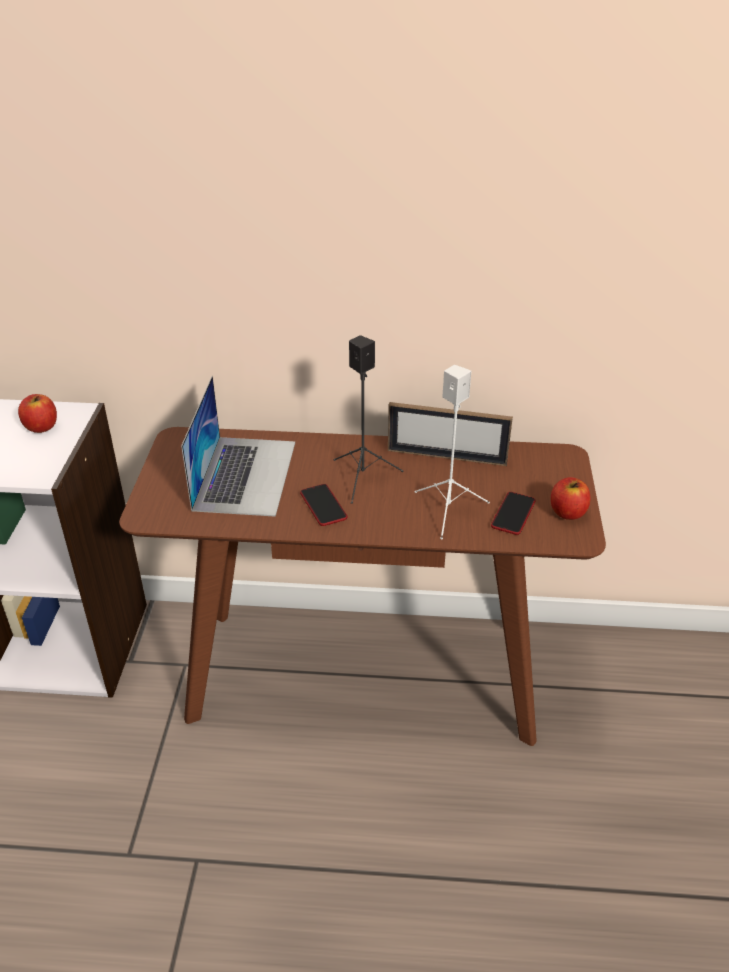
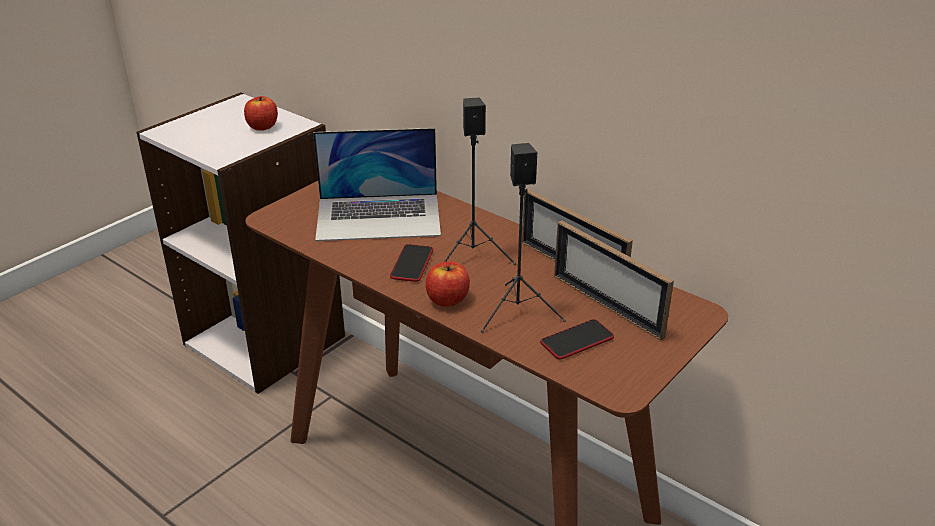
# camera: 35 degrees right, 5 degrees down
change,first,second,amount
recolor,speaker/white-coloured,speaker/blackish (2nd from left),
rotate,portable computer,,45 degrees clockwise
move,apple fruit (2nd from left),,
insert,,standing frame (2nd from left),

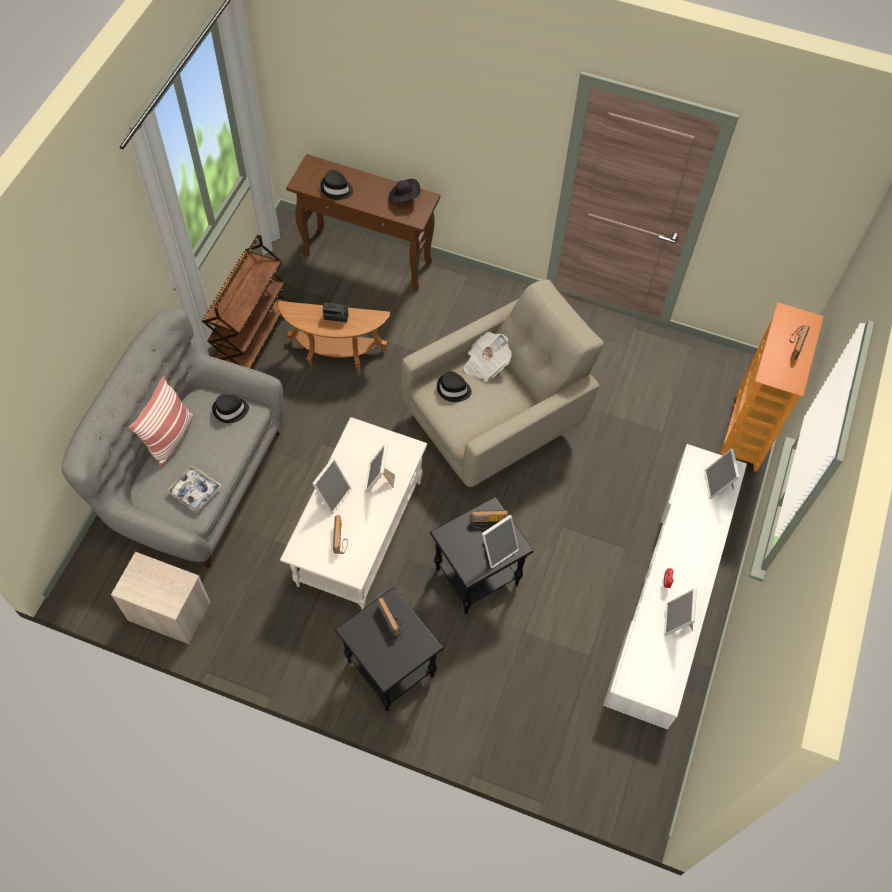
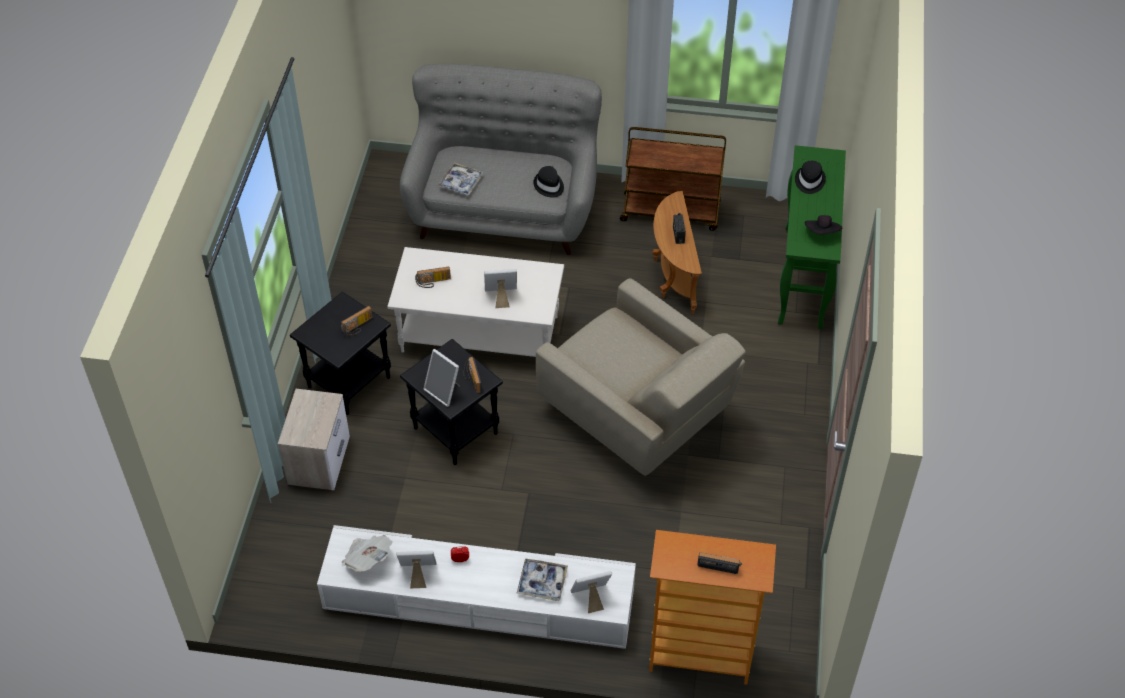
# camera: 80 degrees right, 10 degrees down
change,first,second,amount
recolor,console table/brown,console table/green,
move,newspaper,,
delete,clothing hat/blackish (4th from left),,
delete,pillow,,
delete,standing frame (1st from left),,
move,night table,,
insert,,serving tray (2nd from left),

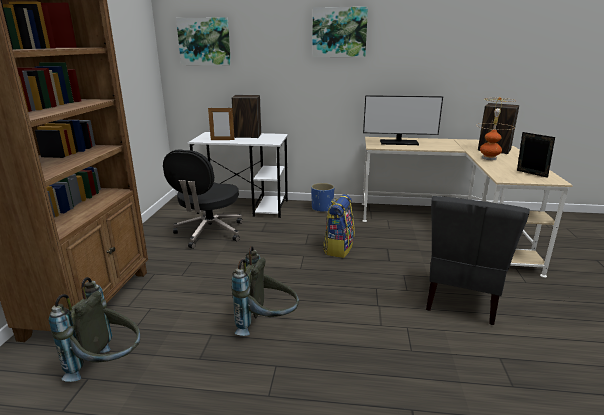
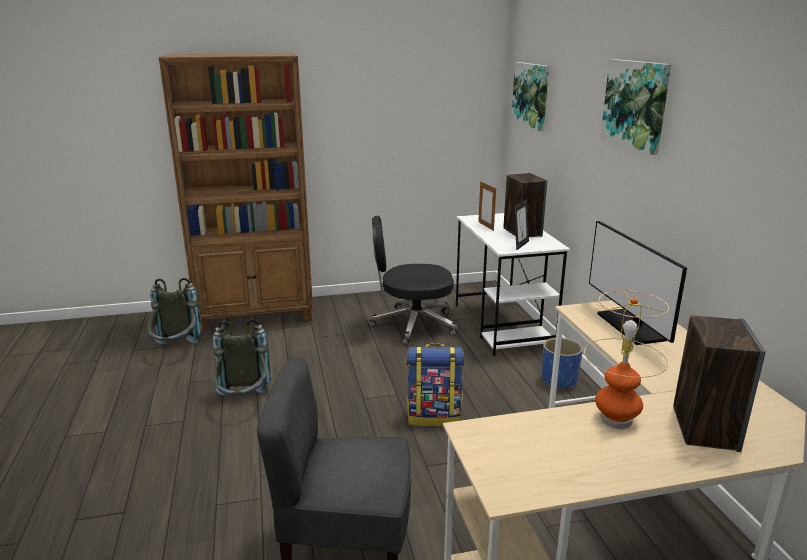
# camera: 70 degrees right, 0 degrees up
change,first,second,amount
move,standing frame (2nd from left),,

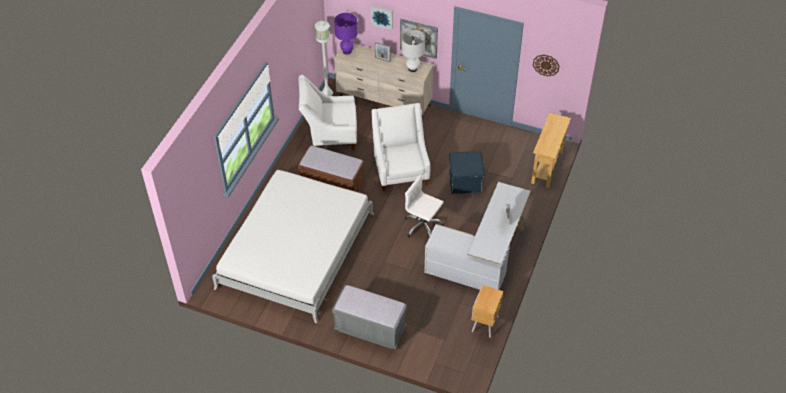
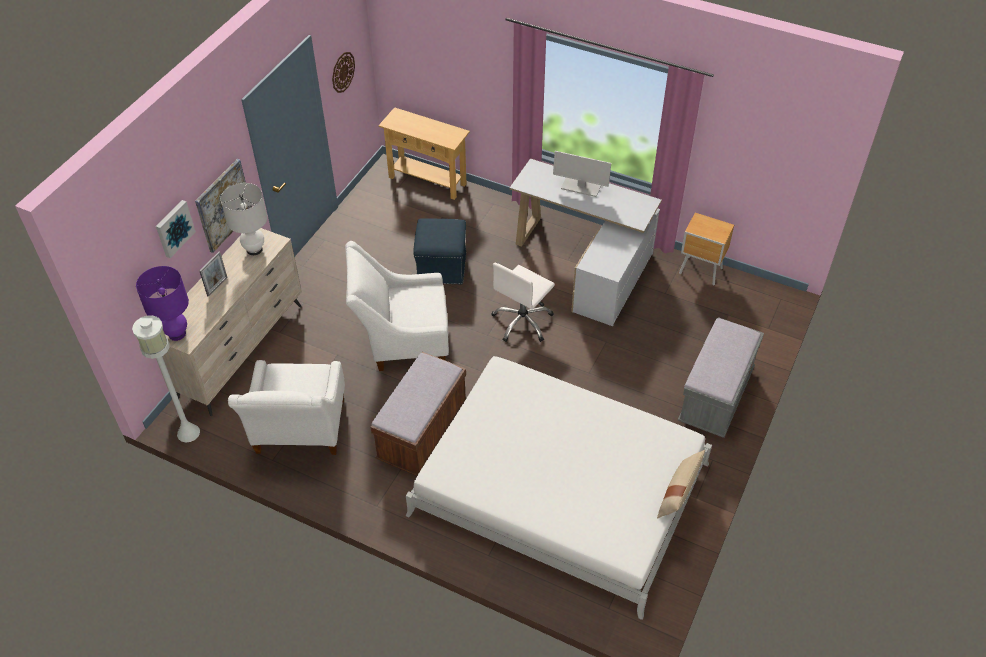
# camera: 85 degrees left, 0 degrees up
change,first,second,amount
insert,,pillow/sand-coloured,

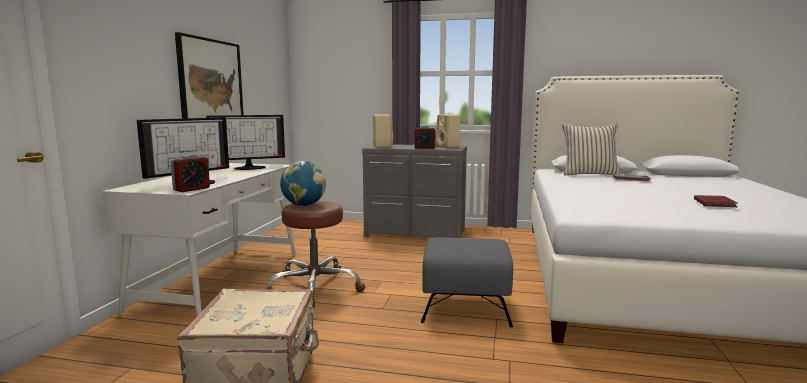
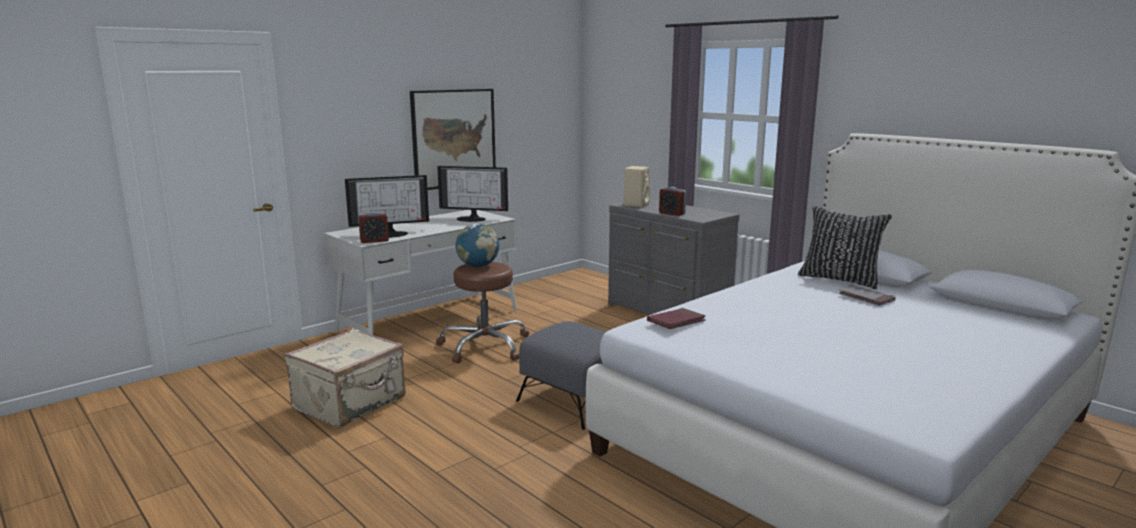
# camera: 35 degrees right, 5 degrees up
change,first,second,amount
delete,speaker/sand-coloured (2nd from left),,
recolor,pillow/sand-coloured,pillow/blackish,
move,bound book/red,,

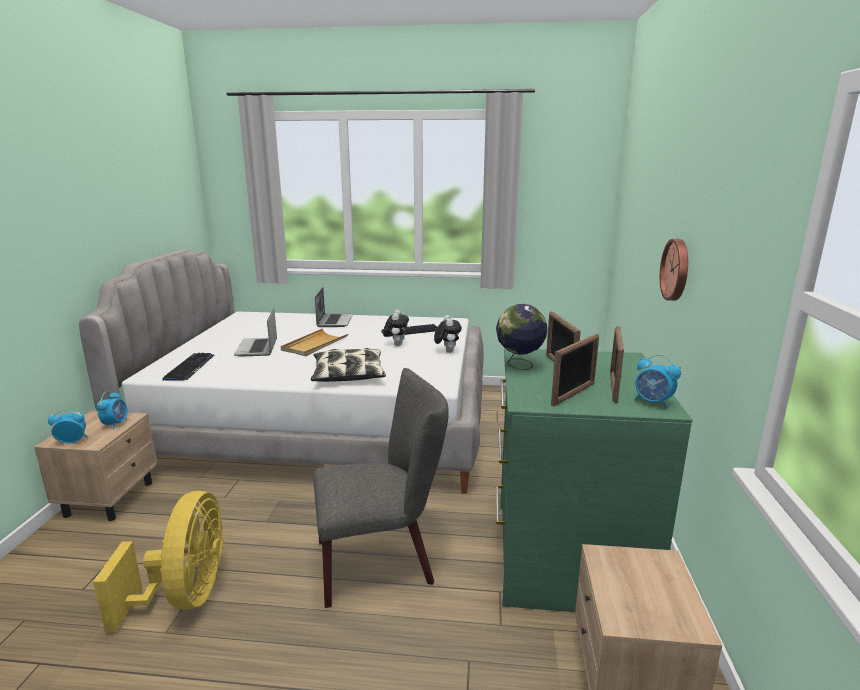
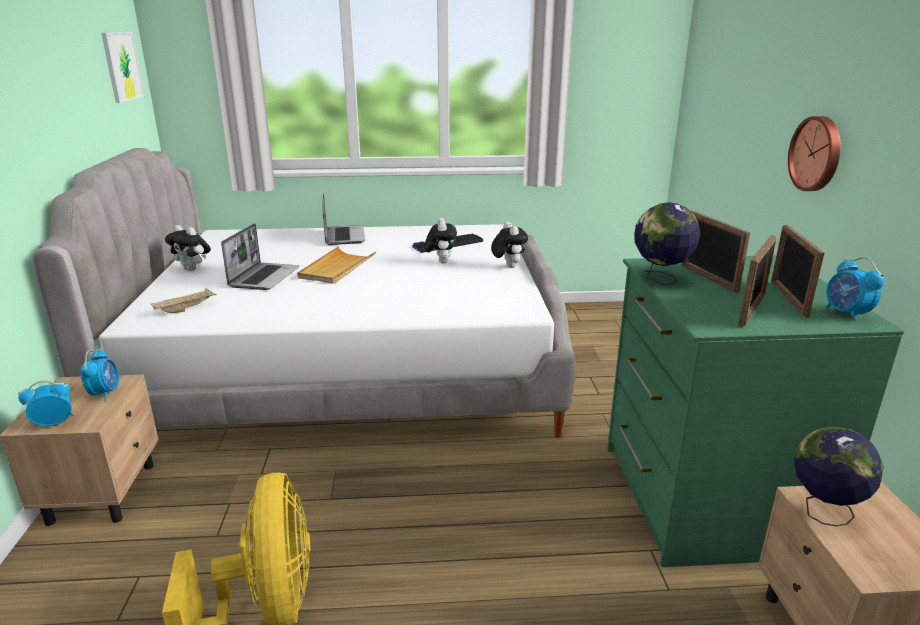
# camera: 10 degrees left, 5 degrees up
change,first,second,amount
rotate,portable computer (1st from left),,150 degrees counterclockwise
delete,pillow,,
replace,PC keyboard (1st from left),serving tray/sand-coloured (1st from left),
rotate,bedside clock (3rd from left),,45 degrees clockwise
delete,chair/gray,,
insert,,wall art,
insert,,soft toy (1st from left),
insert,,globe (2nd from left),

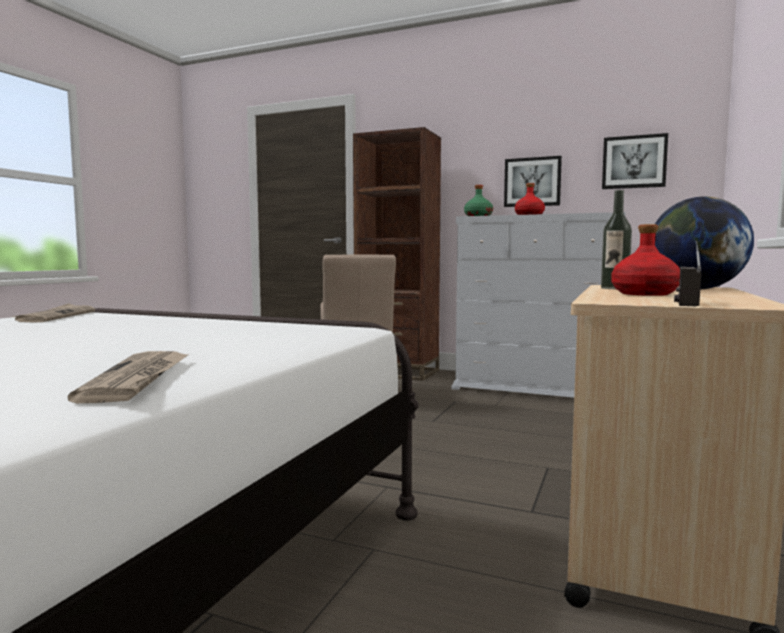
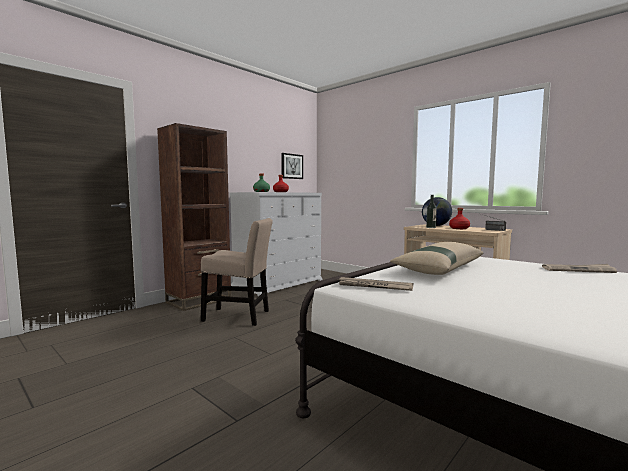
# camera: 70 degrees left, 0 degrees up
change,first,second,amount
delete,wall art (1st from left),,
insert,,pillow/sand-coloured,

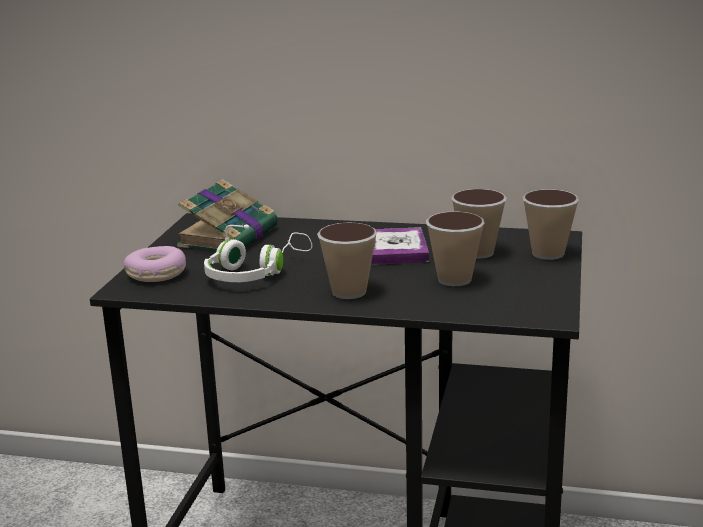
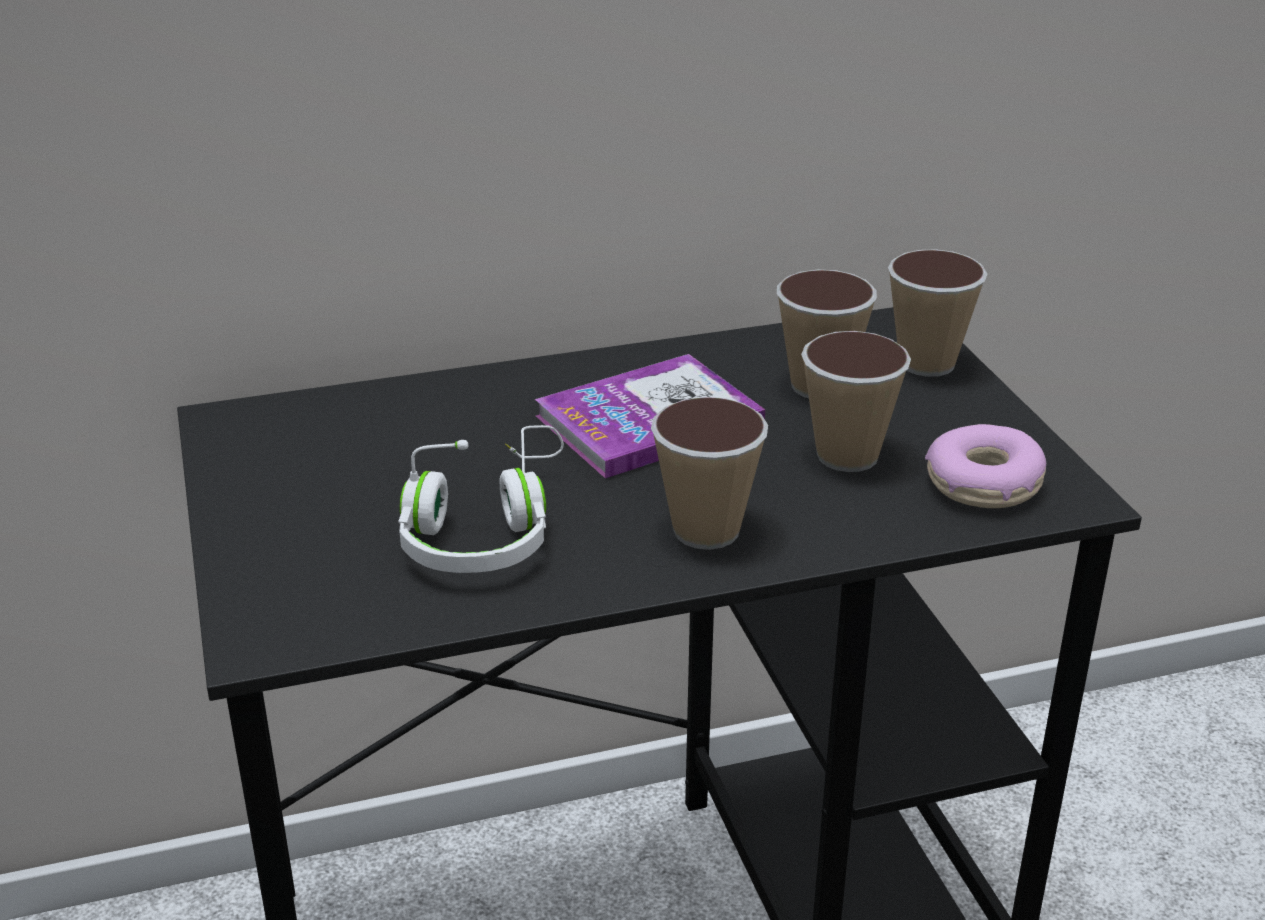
# camera: 30 degrees left, 10 degrees up
change,first,second,amount
delete,bound book (1st from left),,
move,doughnut,,

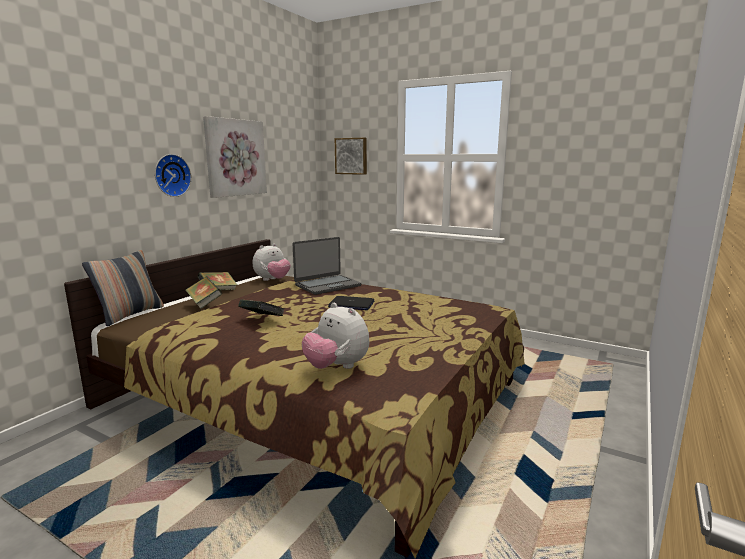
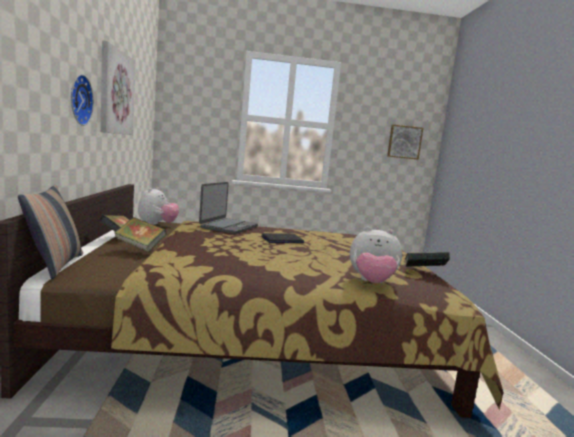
# camera: 35 degrees left, 5 degrees down
change,first,second,amount
move,wall art (2nd from left),,
move,bound book (3rd from left),,

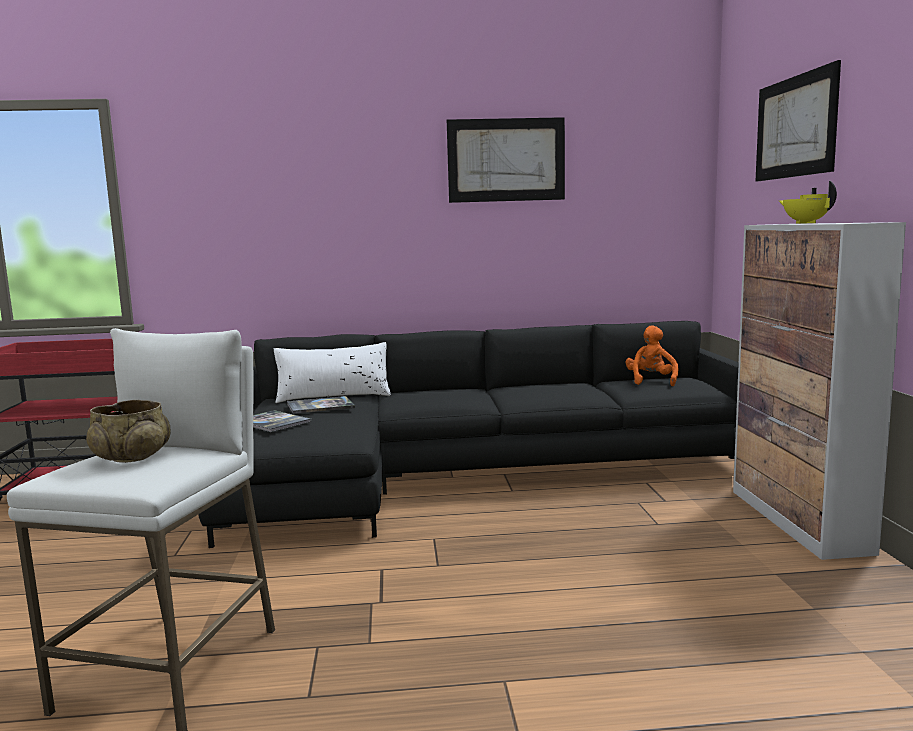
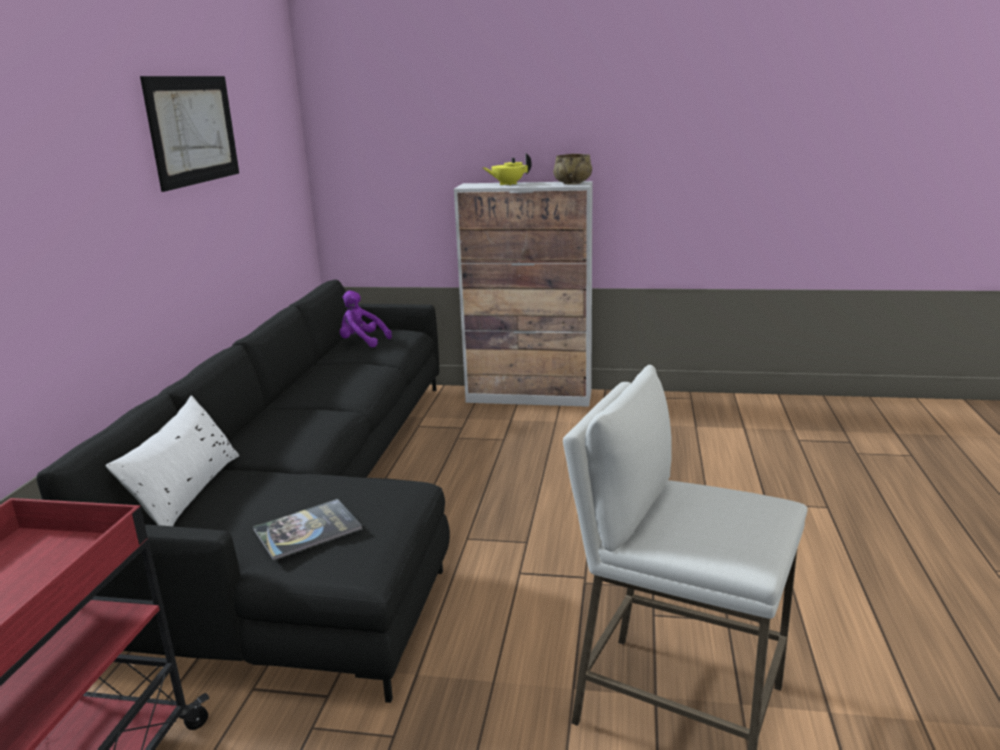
# camera: 75 degrees left, 10 degrees up
change,first,second,amount
delete,wall art (2nd from left),,
recolor,soft toy/orange-coloured,soft toy/purplish,
delete,bound book (2nd from left),,
move,deep dish/sand-coloured,,

